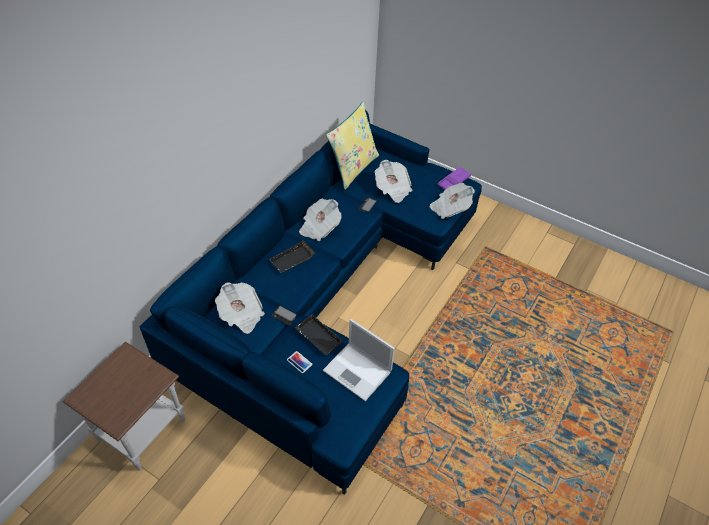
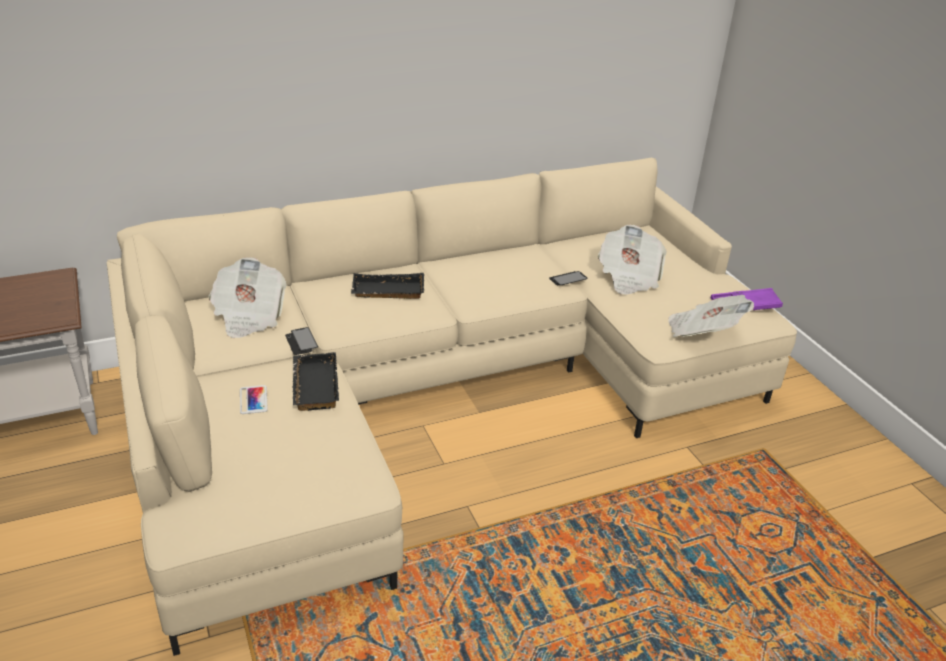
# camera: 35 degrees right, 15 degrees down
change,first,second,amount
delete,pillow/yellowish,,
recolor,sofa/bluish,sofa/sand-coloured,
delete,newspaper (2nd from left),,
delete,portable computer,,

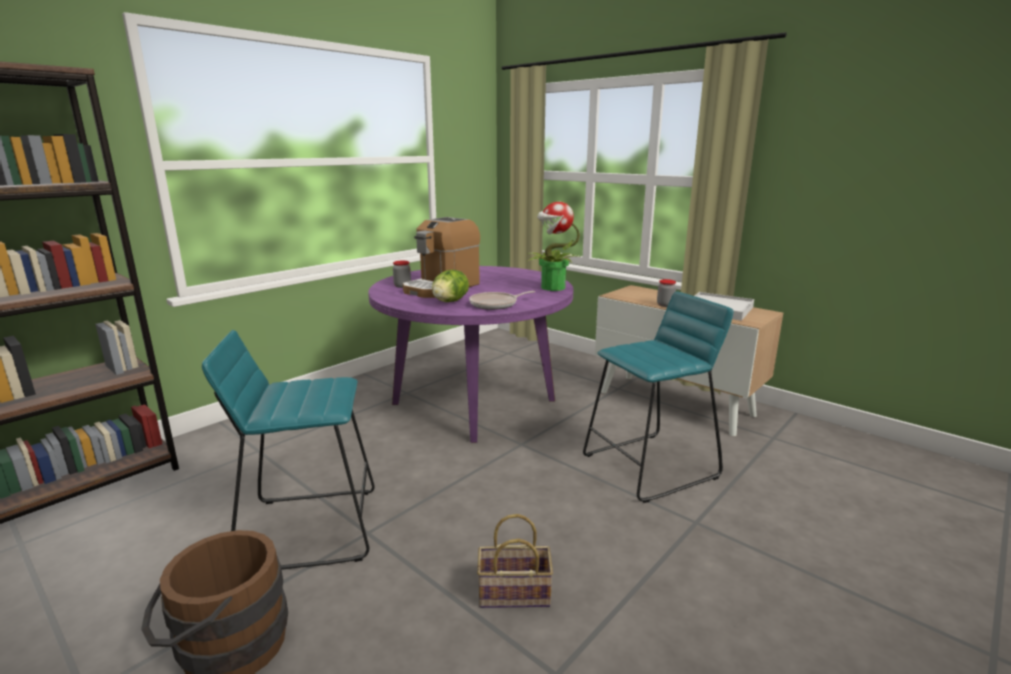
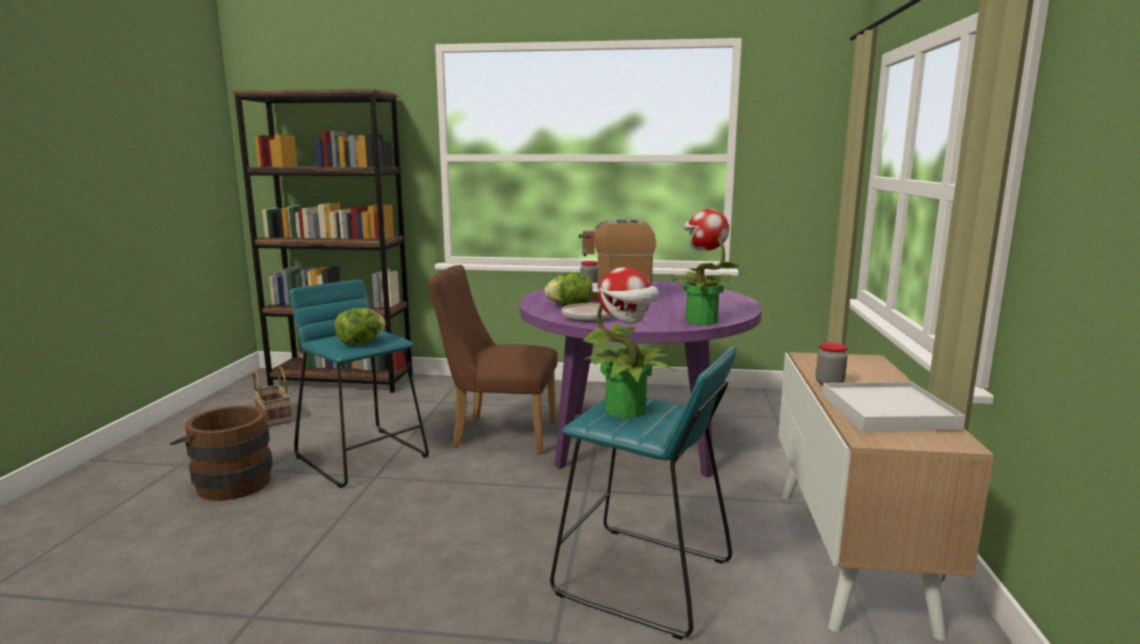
# camera: 55 degrees right, 5 degrees down
change,first,second,amount
move,storage basket,,
insert,,chair/brown,
insert,,potted plant (1st from left),
insert,,lettuce (1st from left),

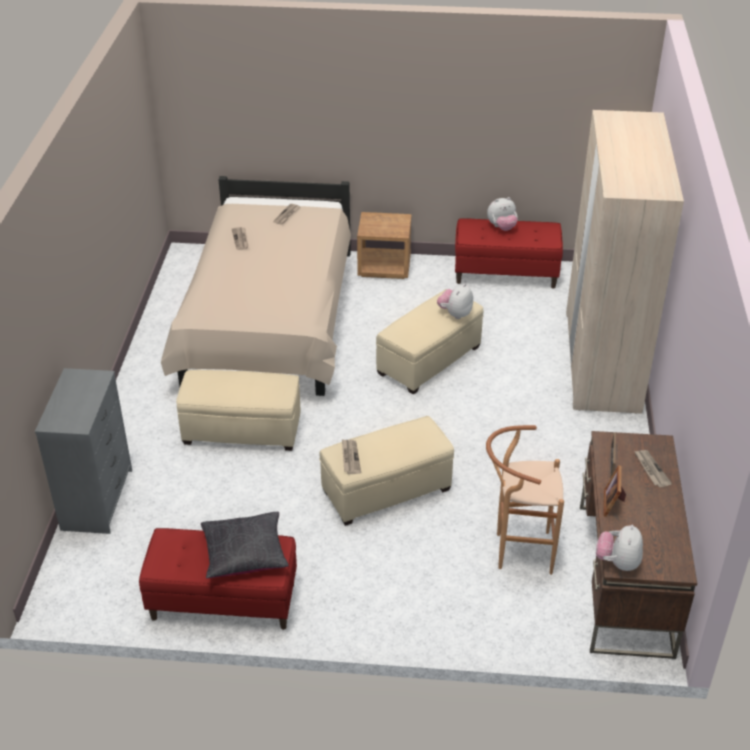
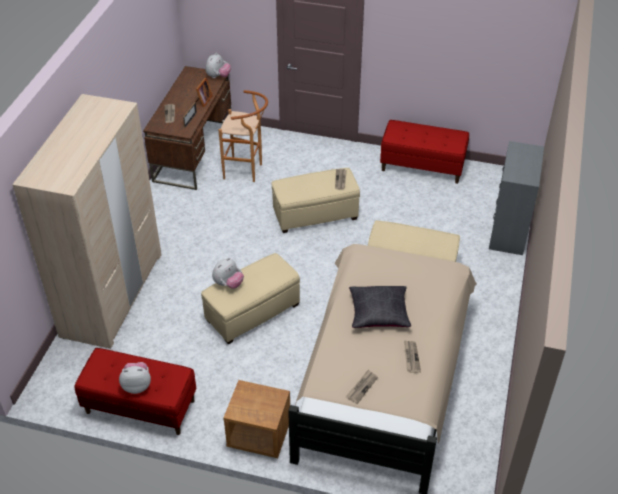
# camera: 170 degrees left, 5 degrees up
change,first,second,amount
move,pillow/blackish,,

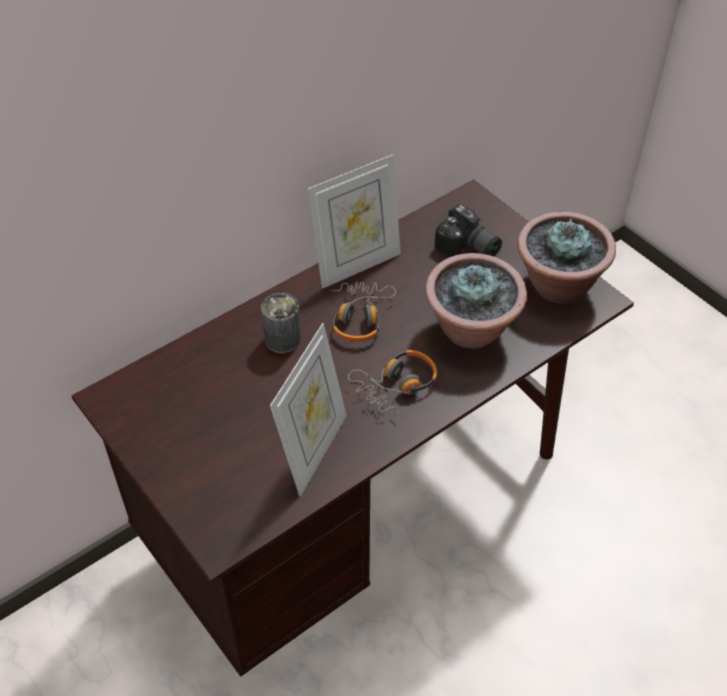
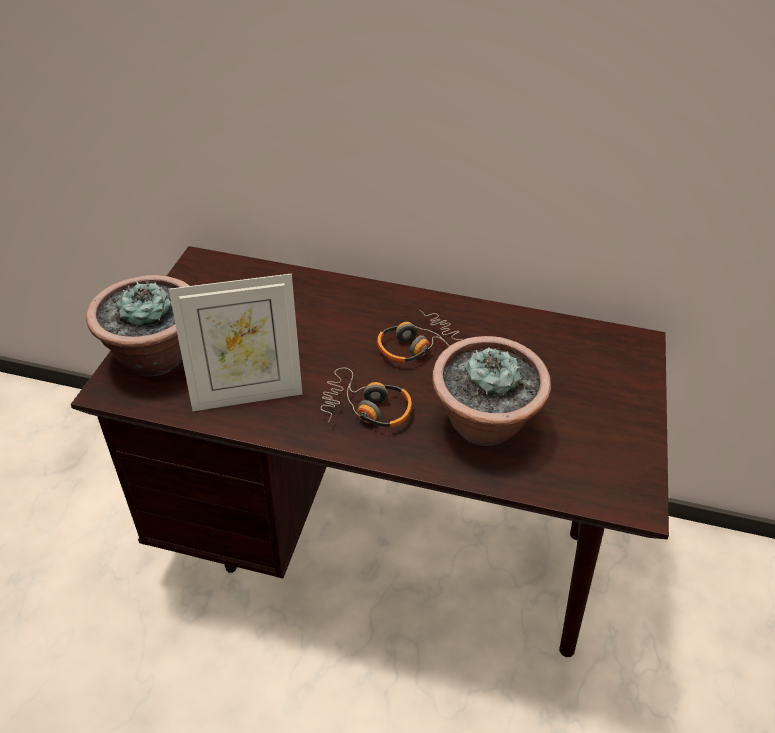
# camera: 50 degrees right, 5 degrees down
change,first,second,amount
delete,standing frame (2nd from left),,
delete,photo camera,,
move,potted plant (2nd from left in the first image),potted plant (1st from left),
delete,can,,

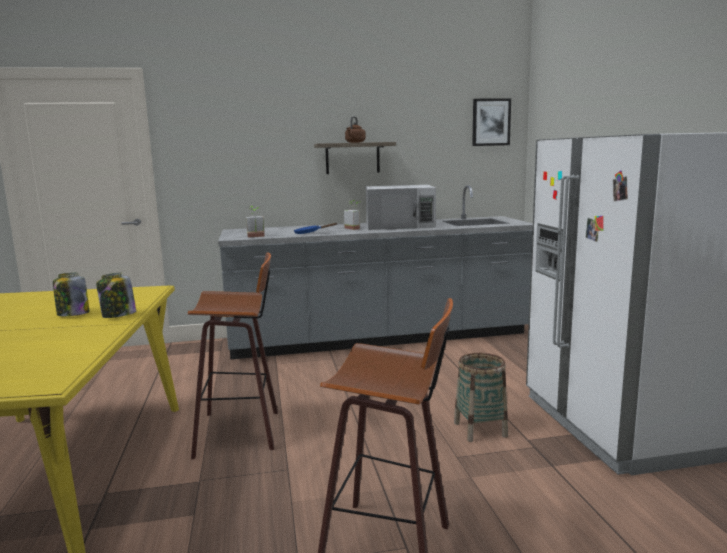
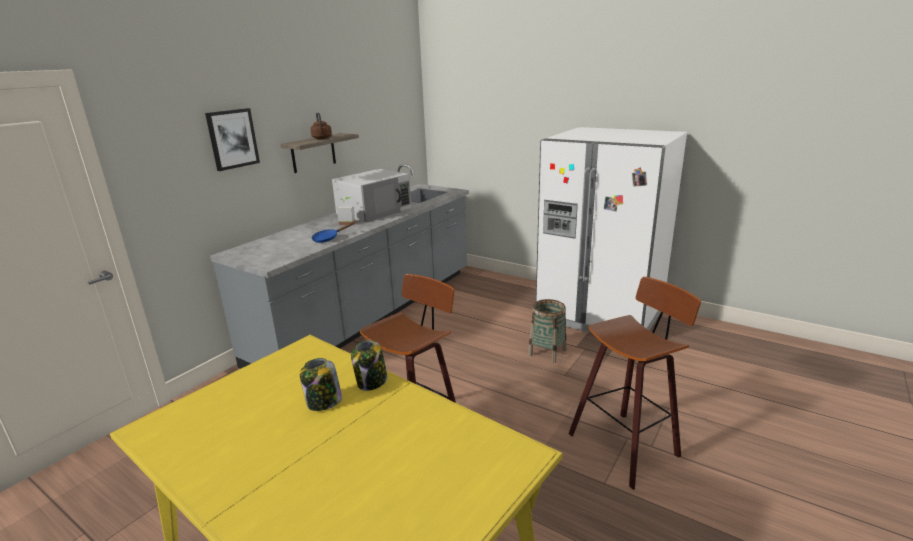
# camera: 45 degrees left, 10 degrees up
change,first,second,amount
move,wall art,,
delete,potted plant (1st from left),,

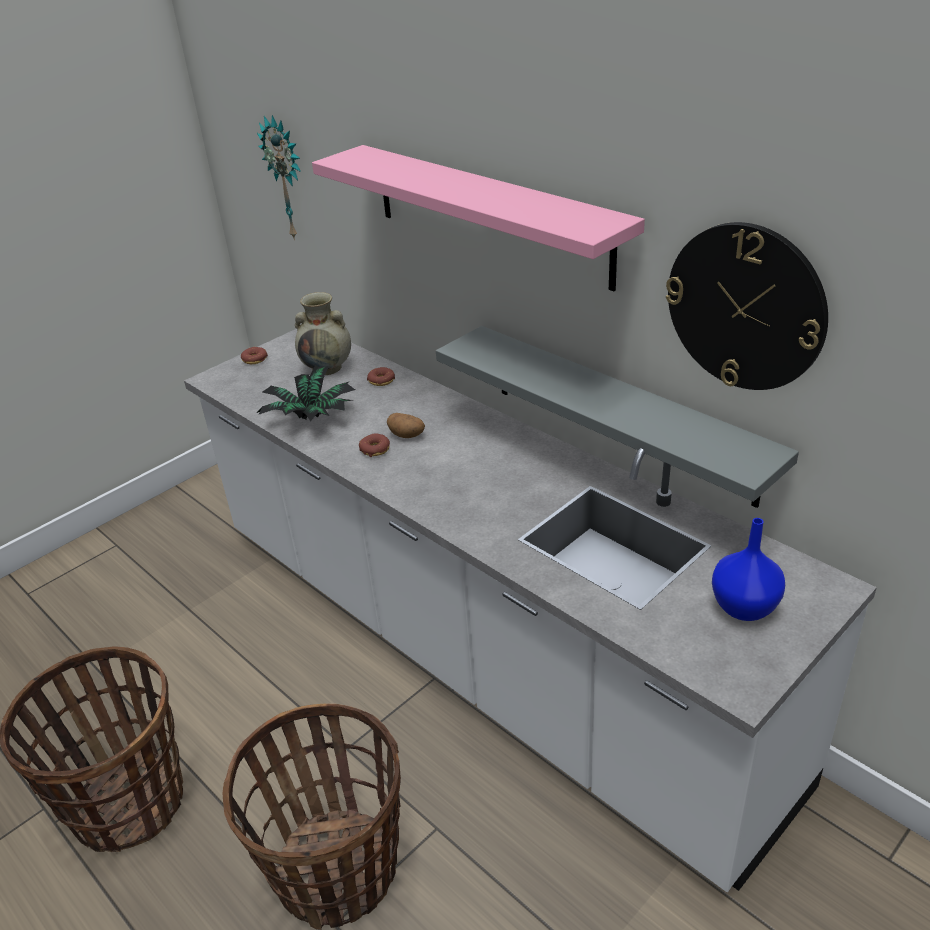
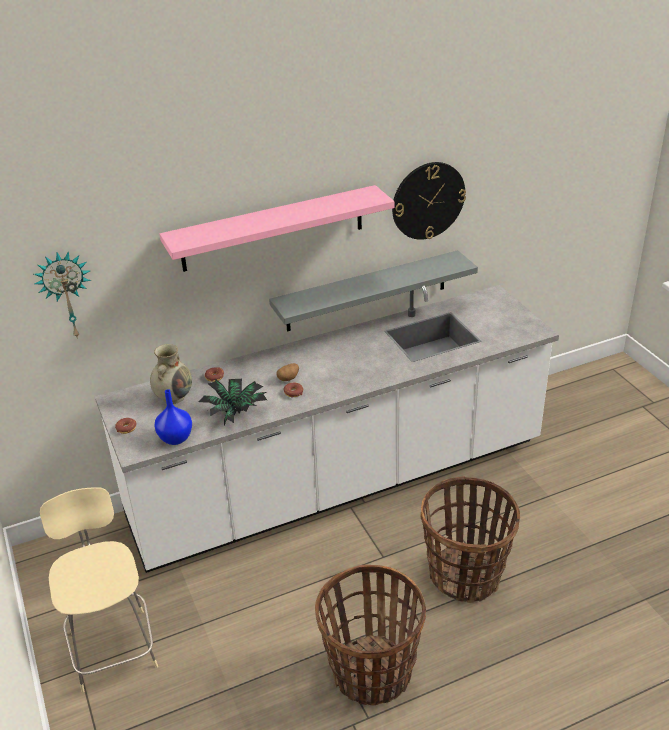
# camera: 70 degrees left, 0 degrees up
change,first,second,amount
move,decorative vase/bluish,,
insert,,chair/sand-coloured,

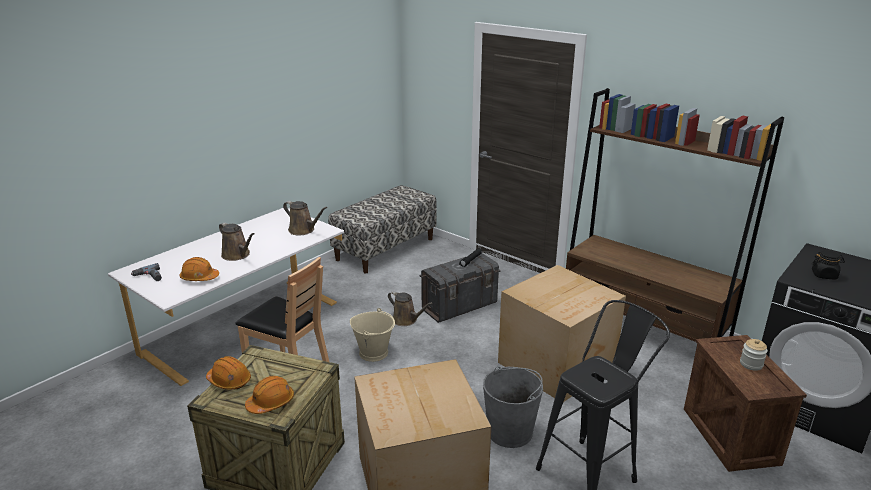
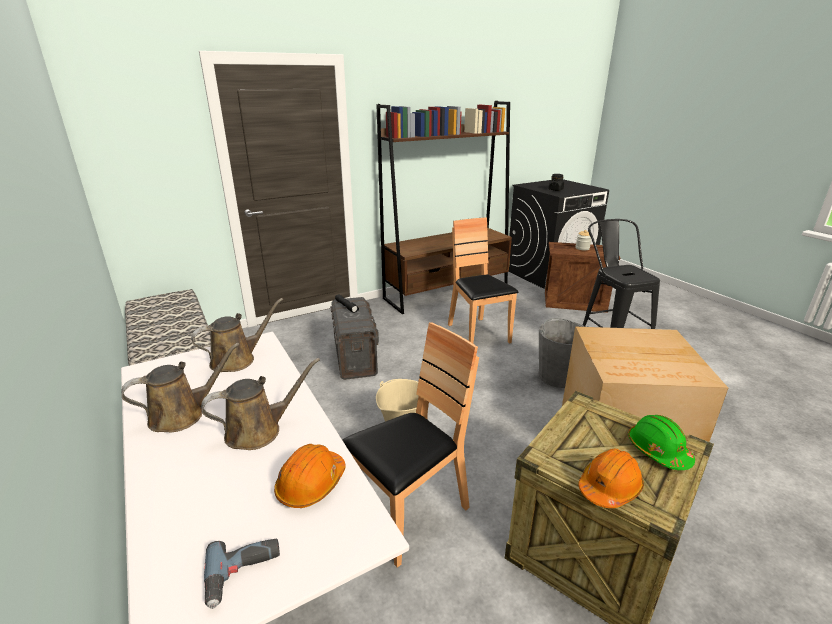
# camera: 70 degrees left, 0 degrees up
change,first,second,amount
replace,carton (2nd from left),chair/brown (2nd from left),
move,sprinkling can/brown (3rd from left in the first image),sprinkling can/brown (1st from left),
recolor,safety helmet/orange-coloured (3rd from left),safety helmet/green,

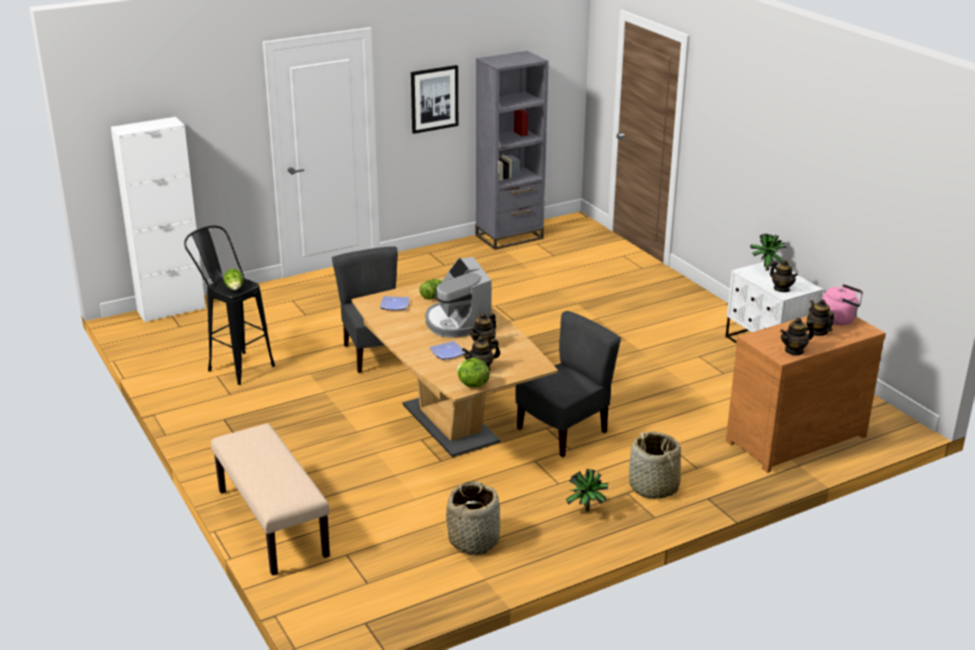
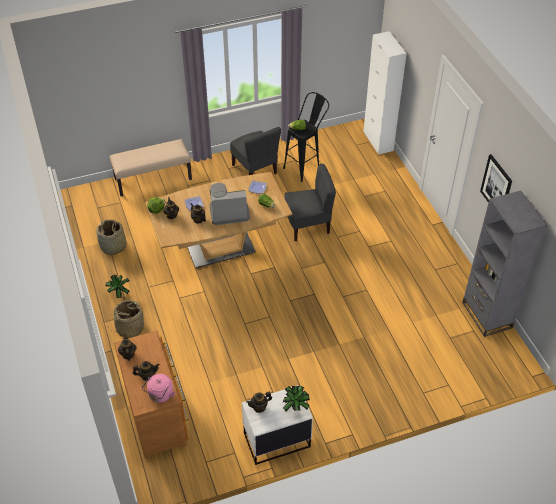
# camera: 100 degrees right, 20 degrees up
change,first,second,amount
move,chair/gray (2nd from left in the first image),chair/gray (1st from left),

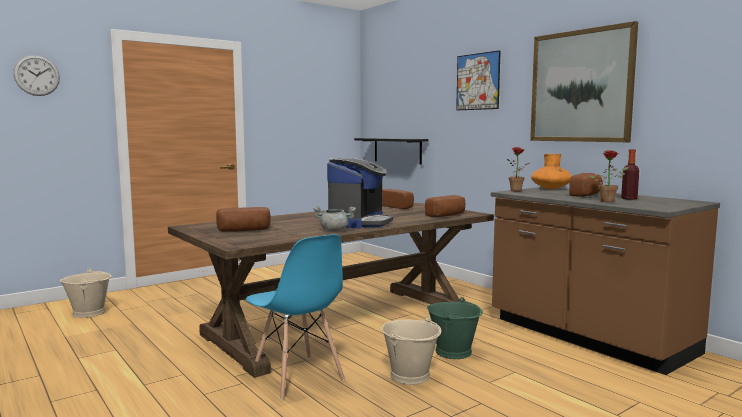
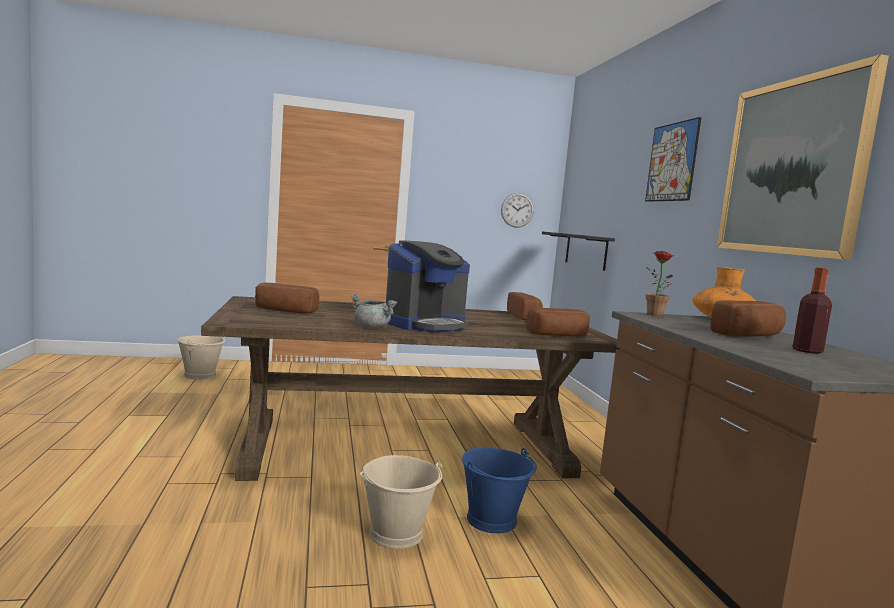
# camera: 25 degrees right, 0 degrees up
change,first,second,amount
move,clock on the wall,,
delete,potted plant (2nd from left),,
delete,chair/bluish,,
recolor,bucket/green,bucket/bluish,

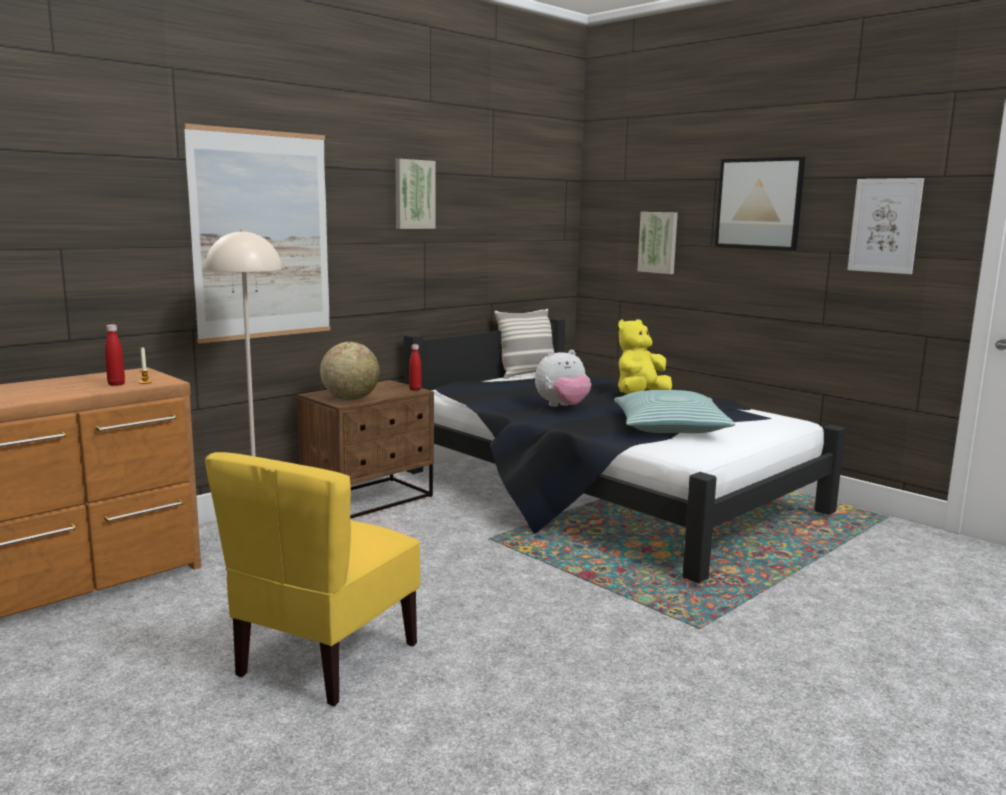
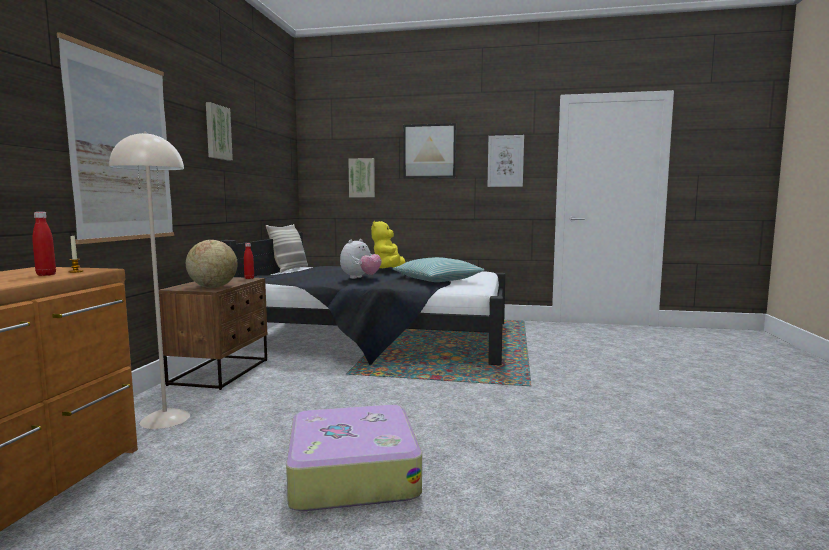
# camera: 35 degrees left, 5 degrees down
change,first,second,amount
replace,chair/yellowish,travel case,

